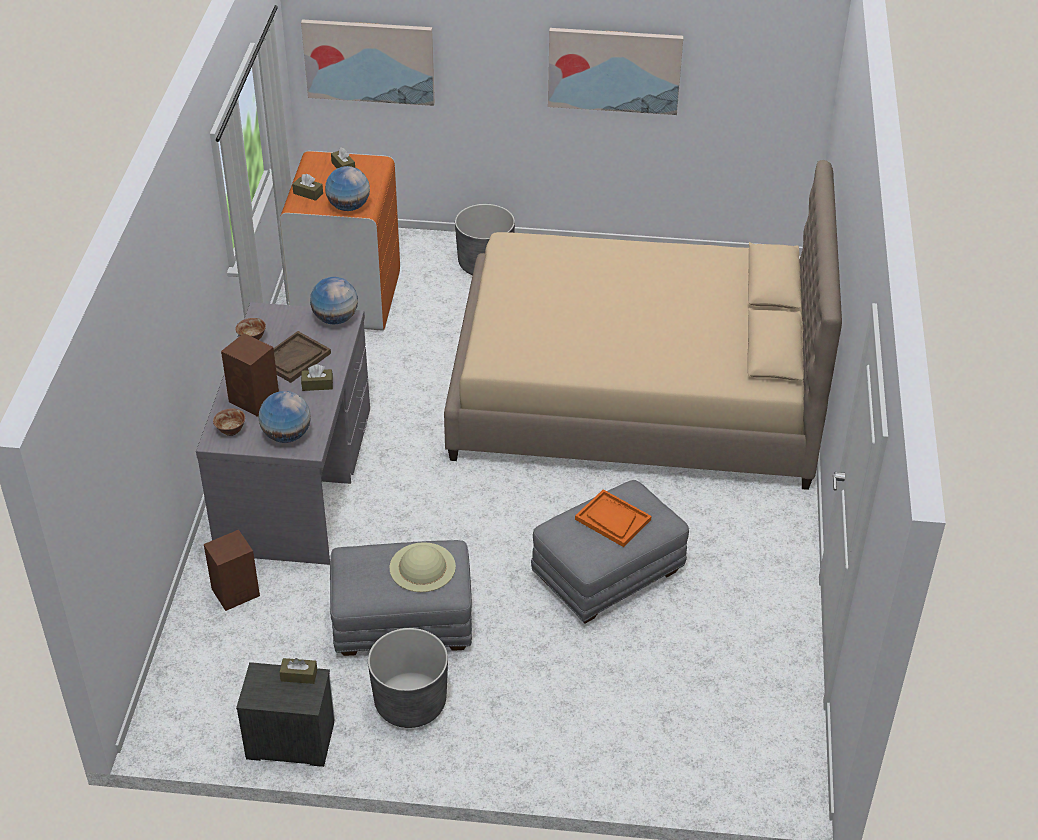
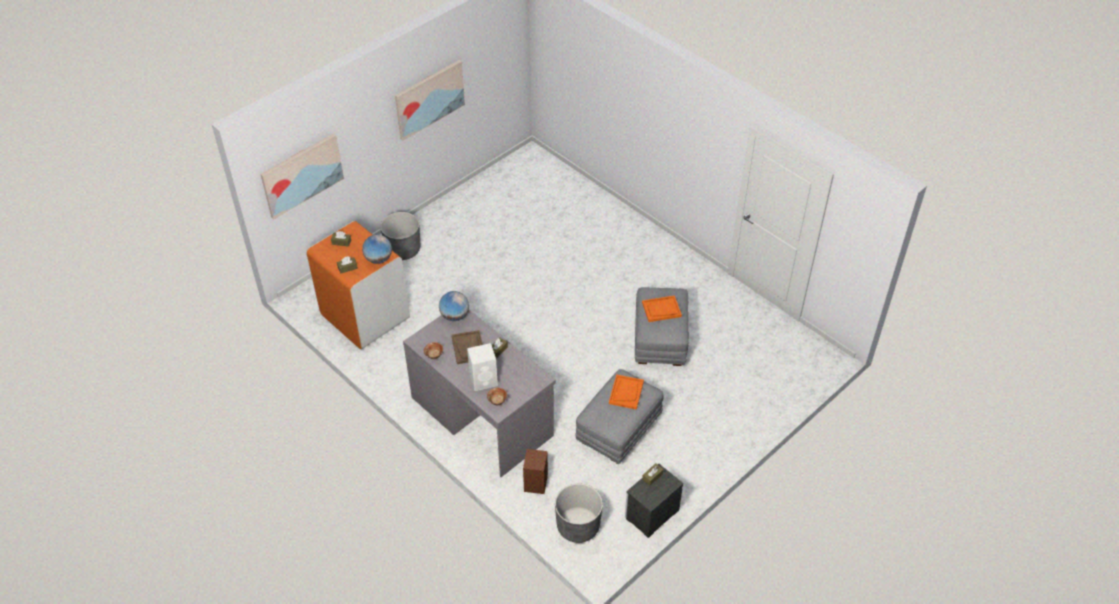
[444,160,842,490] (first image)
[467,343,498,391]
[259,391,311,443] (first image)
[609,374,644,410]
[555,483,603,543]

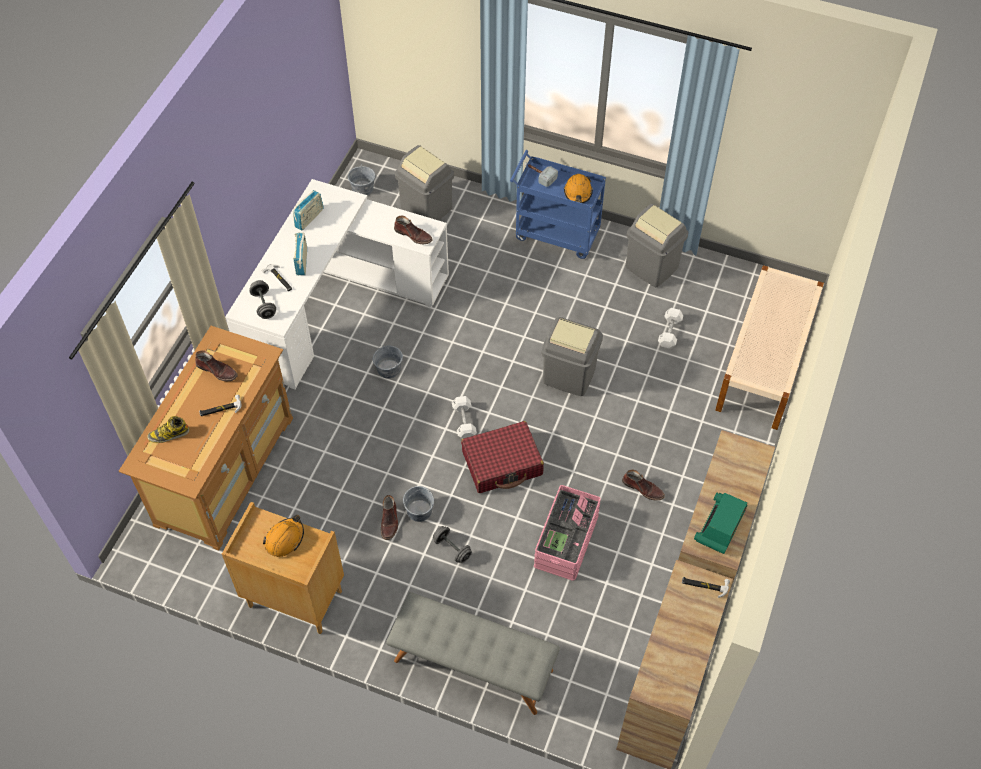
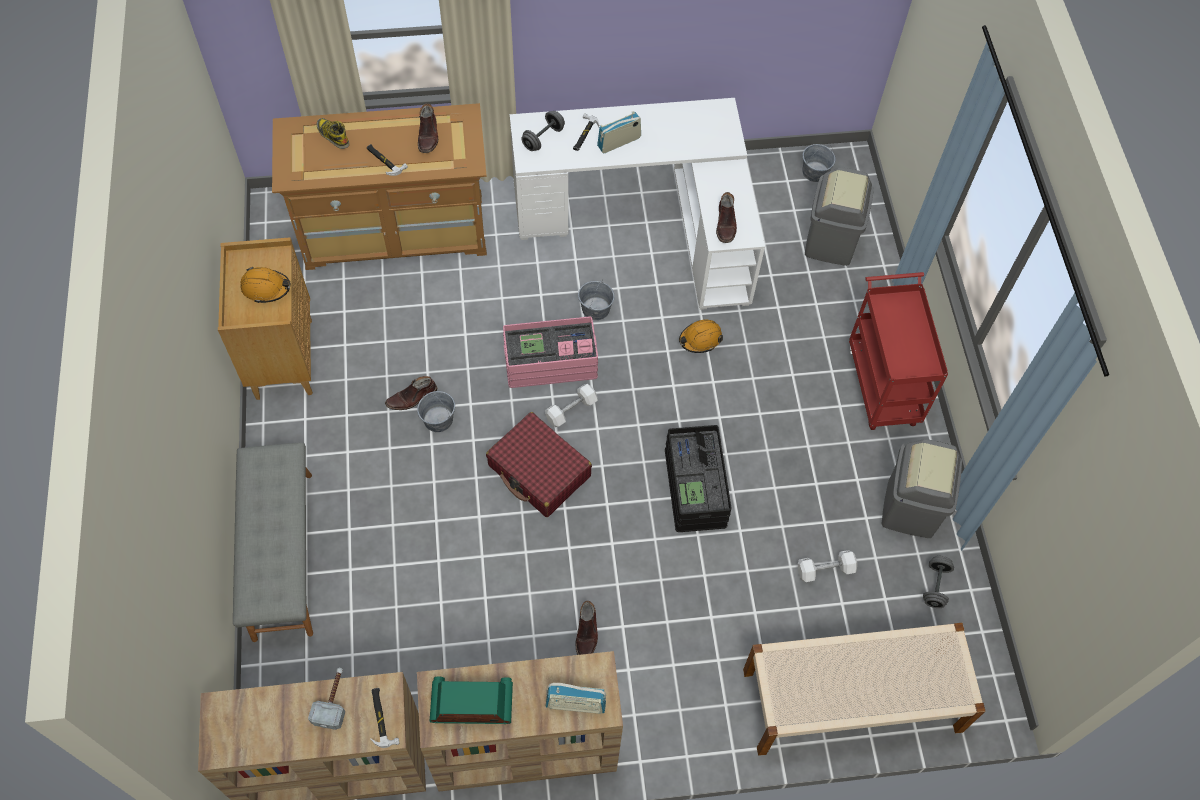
[849,272,948,430]
[308,668,345,730]
[679,320,723,353]
[546,683,606,714]
[665,425,732,532]
[503,316,598,388]
[923,556,954,608]

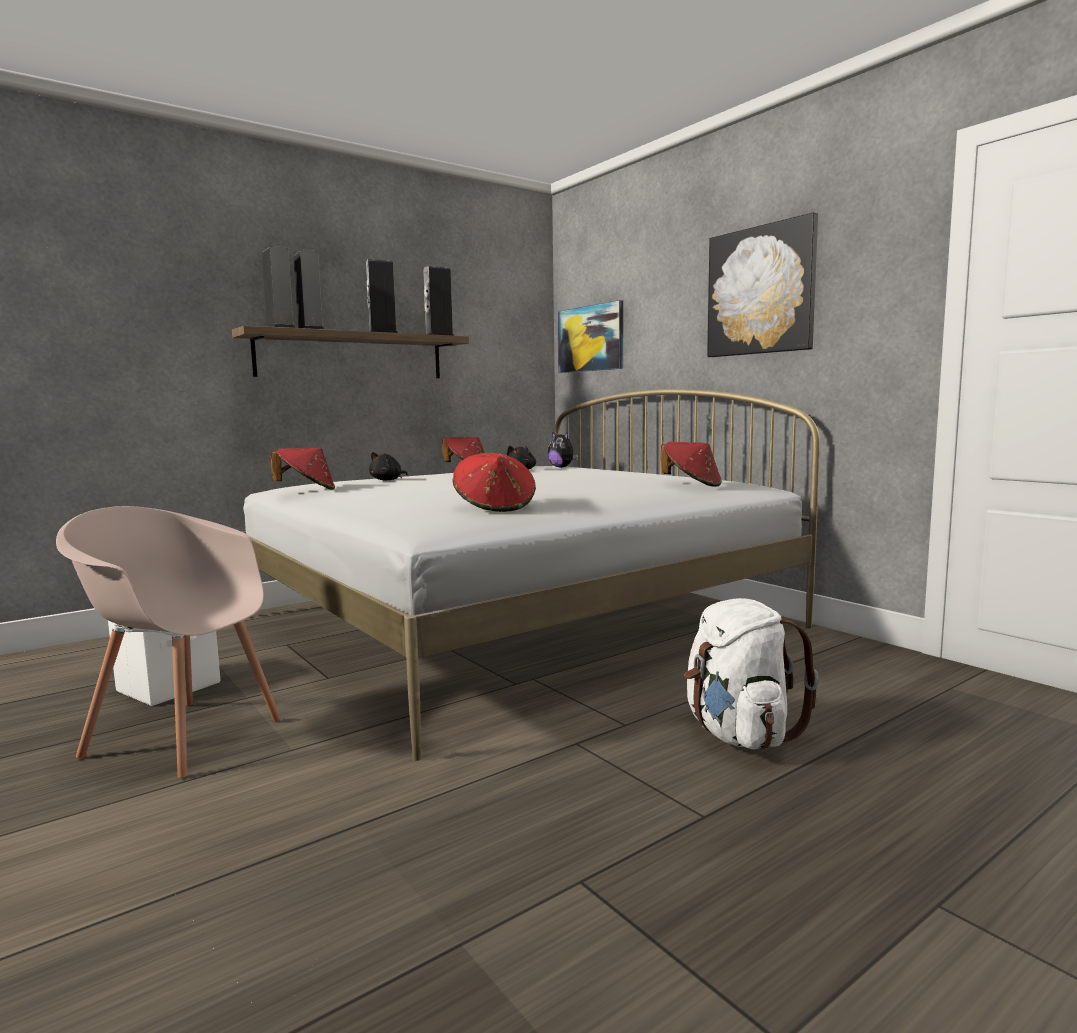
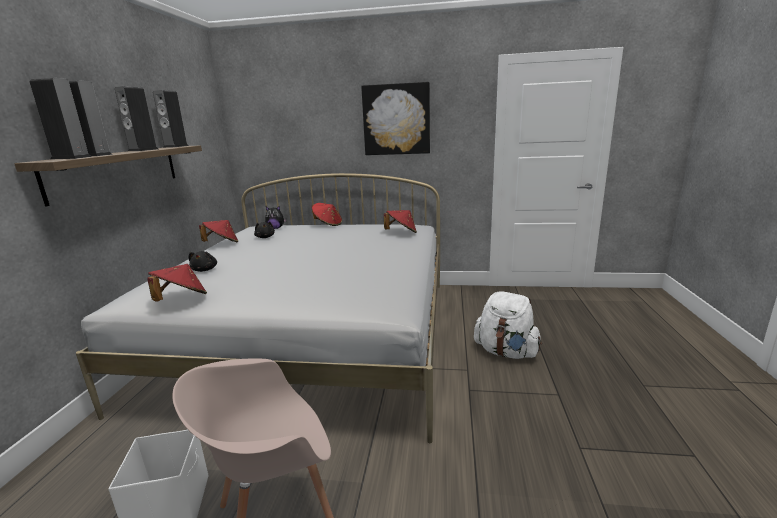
[558,300,623,373] (first image)
[312,203,342,226]

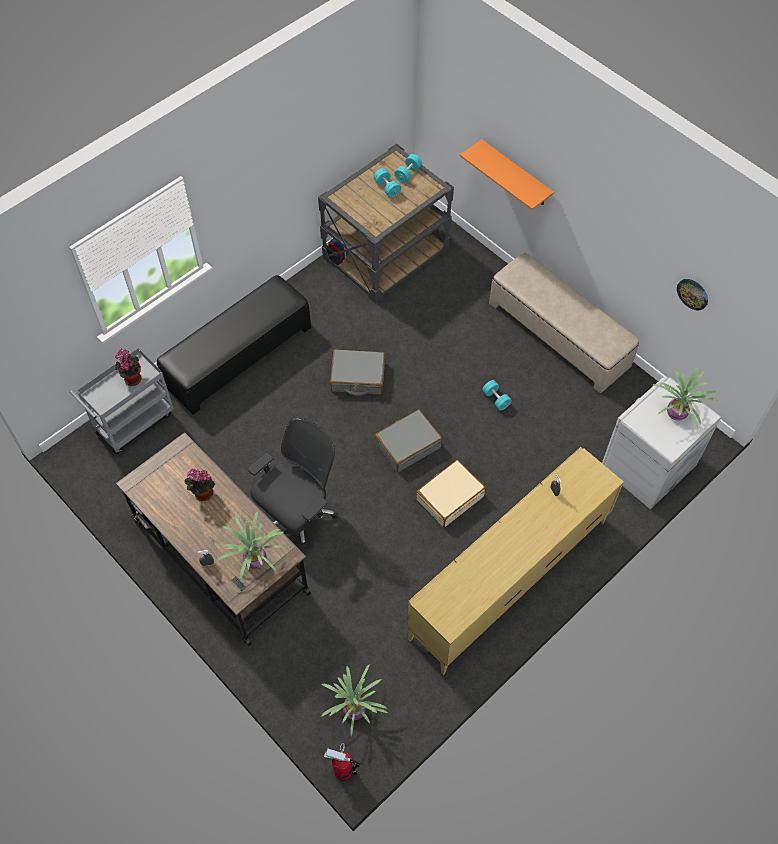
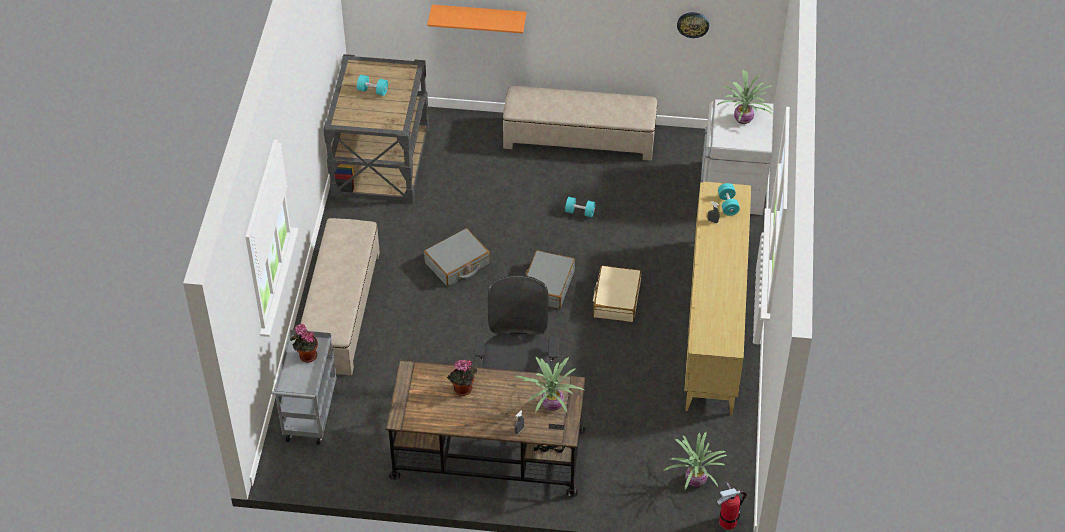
[718,183,740,216]
[301,218,380,375]

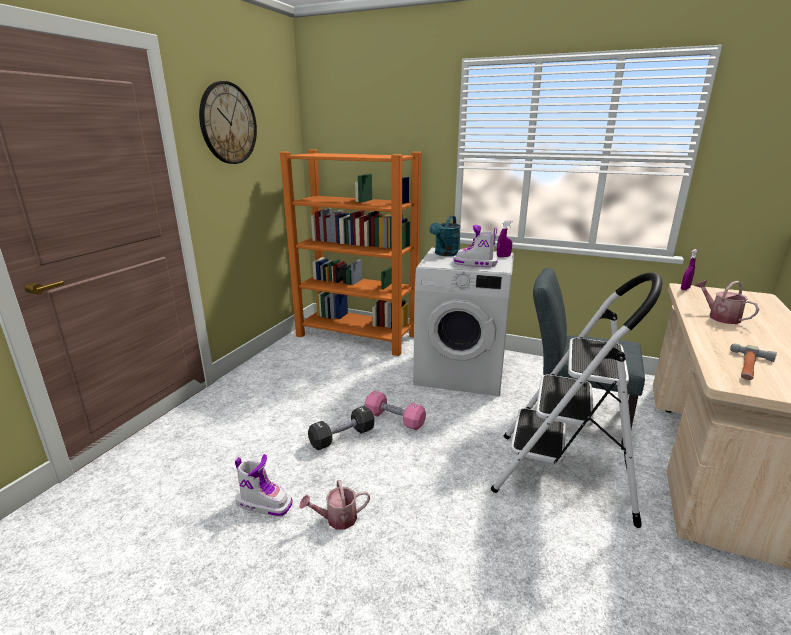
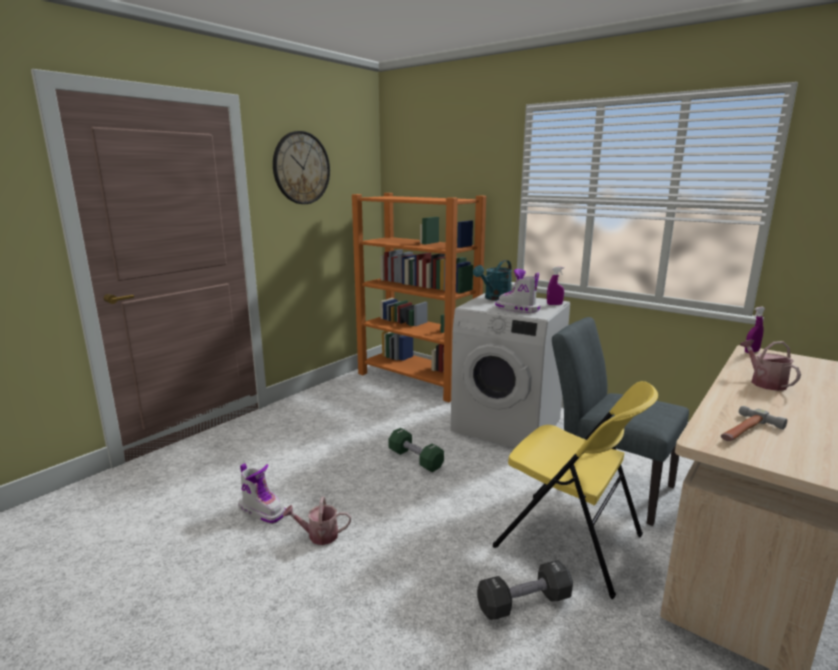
[493,381,658,599]
[388,428,444,472]
[477,560,573,620]

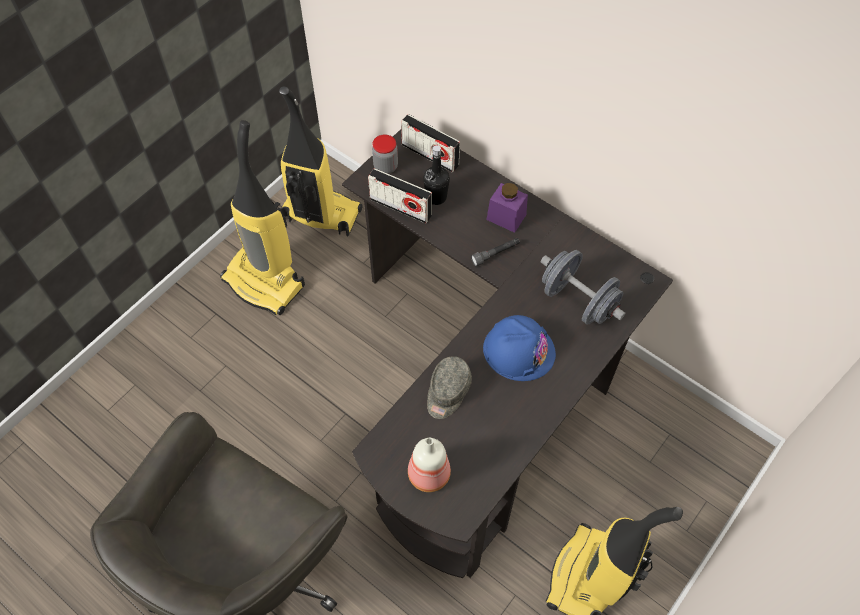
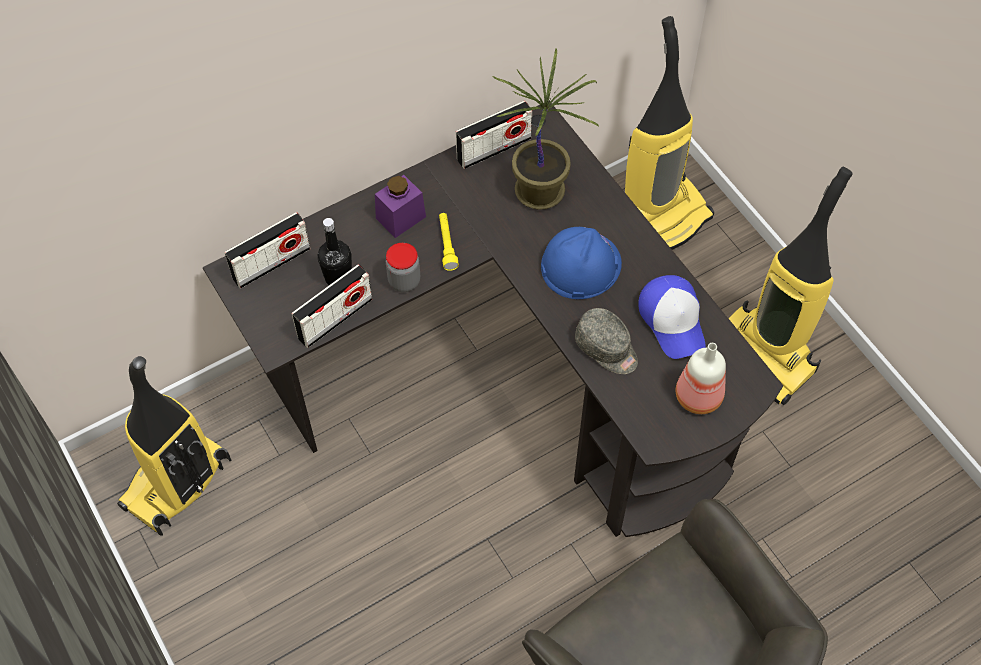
[625,16,714,250]
[386,243,420,292]
[439,213,459,271]
[493,49,600,210]
[456,101,532,169]
[638,275,706,359]

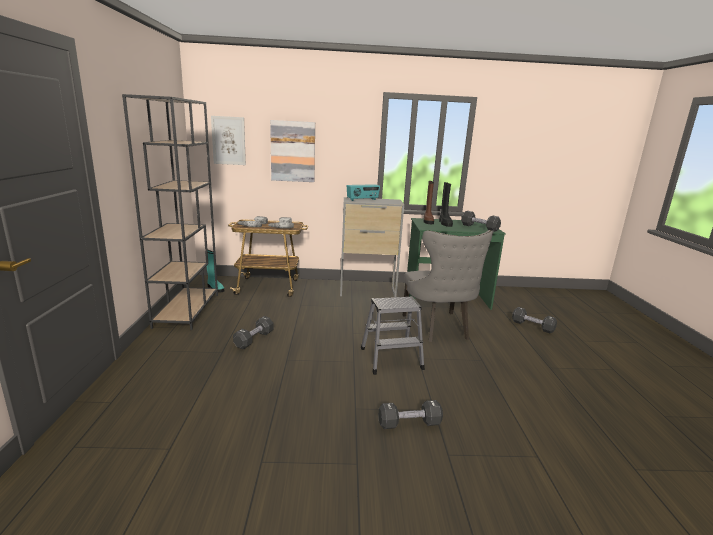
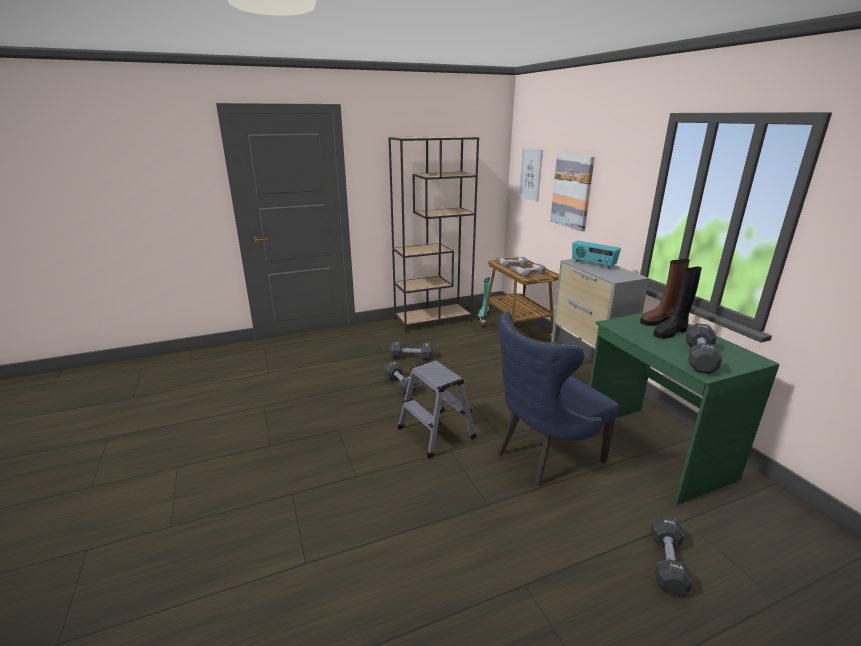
[498,311,619,487]
[384,361,419,395]

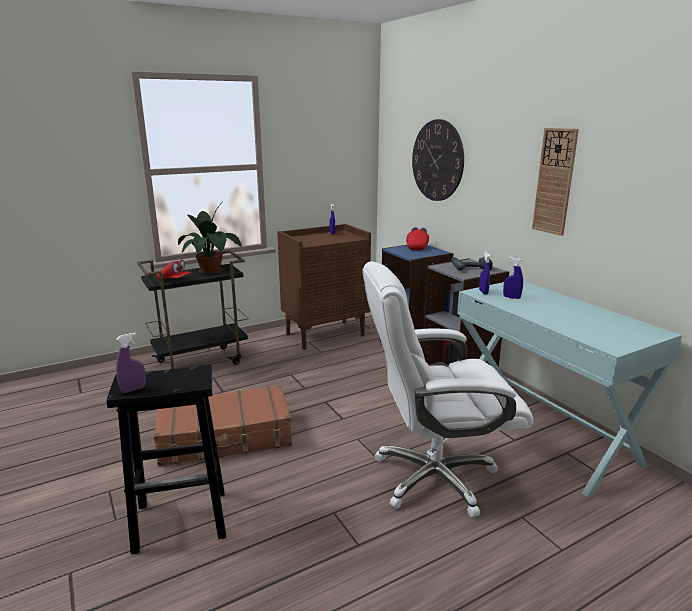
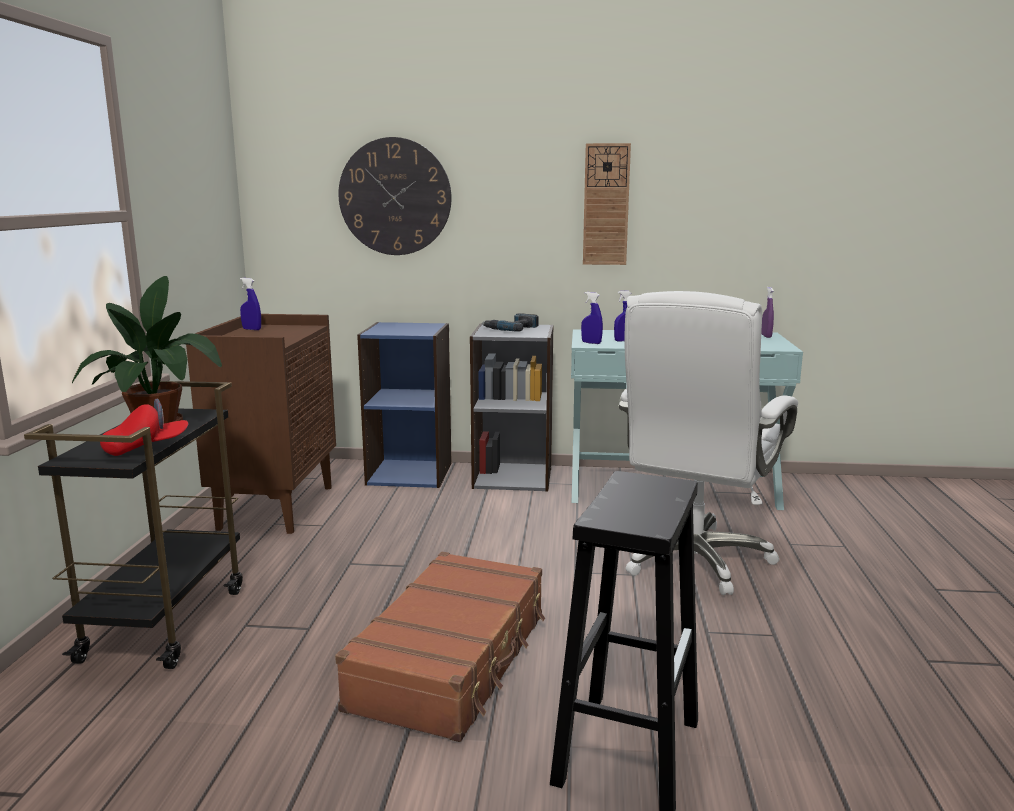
[406,227,429,251] (first image)
[761,287,774,338]

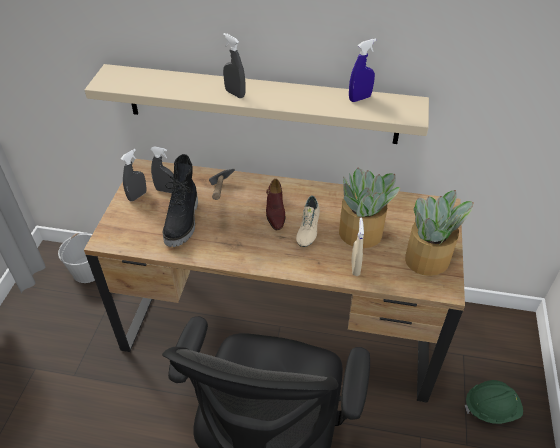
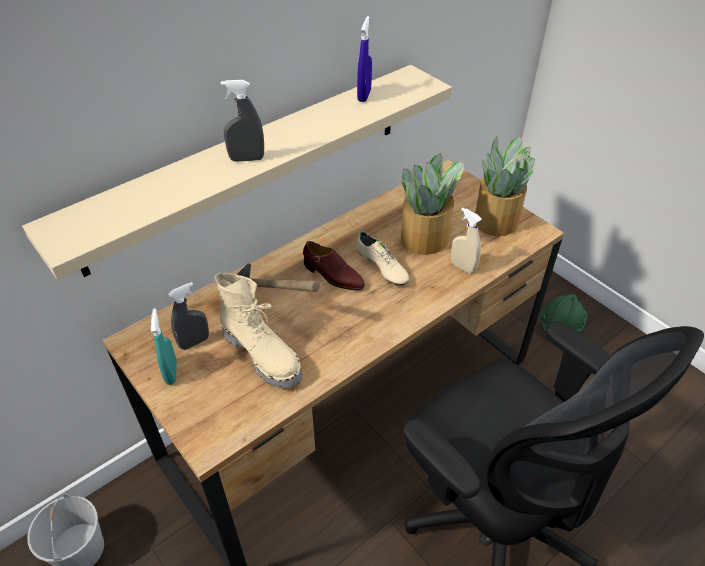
[151,308,177,385]
[214,273,302,388]

